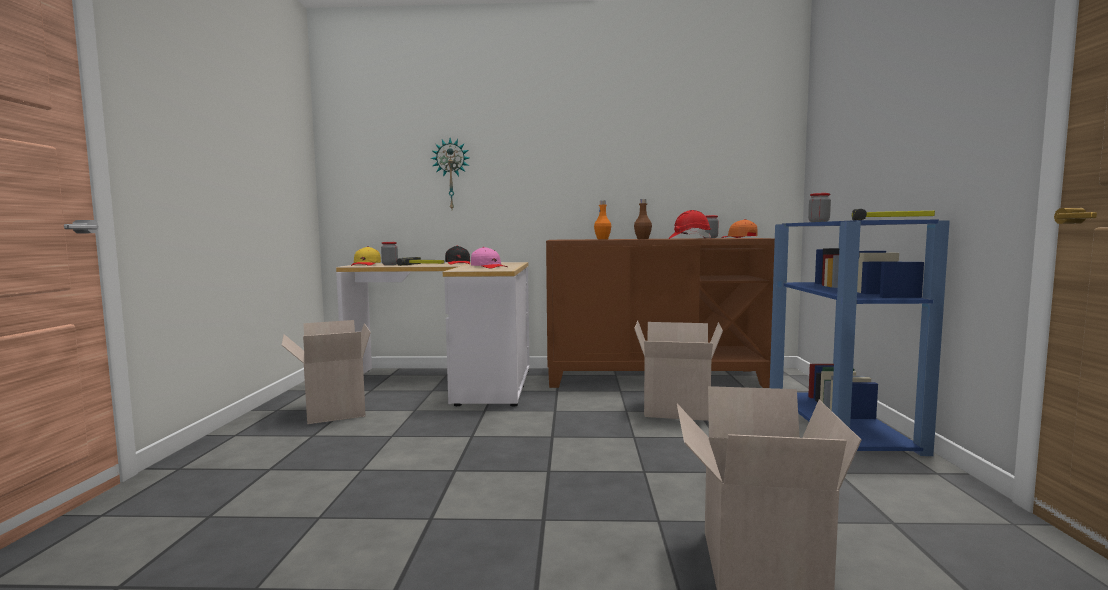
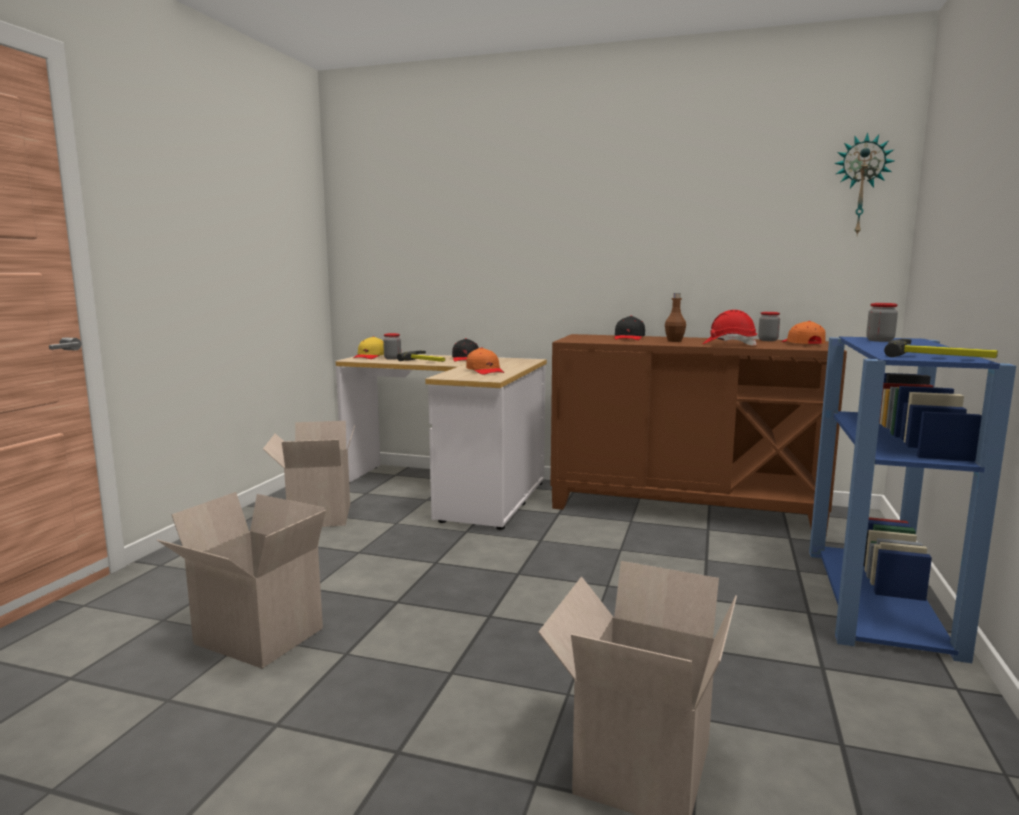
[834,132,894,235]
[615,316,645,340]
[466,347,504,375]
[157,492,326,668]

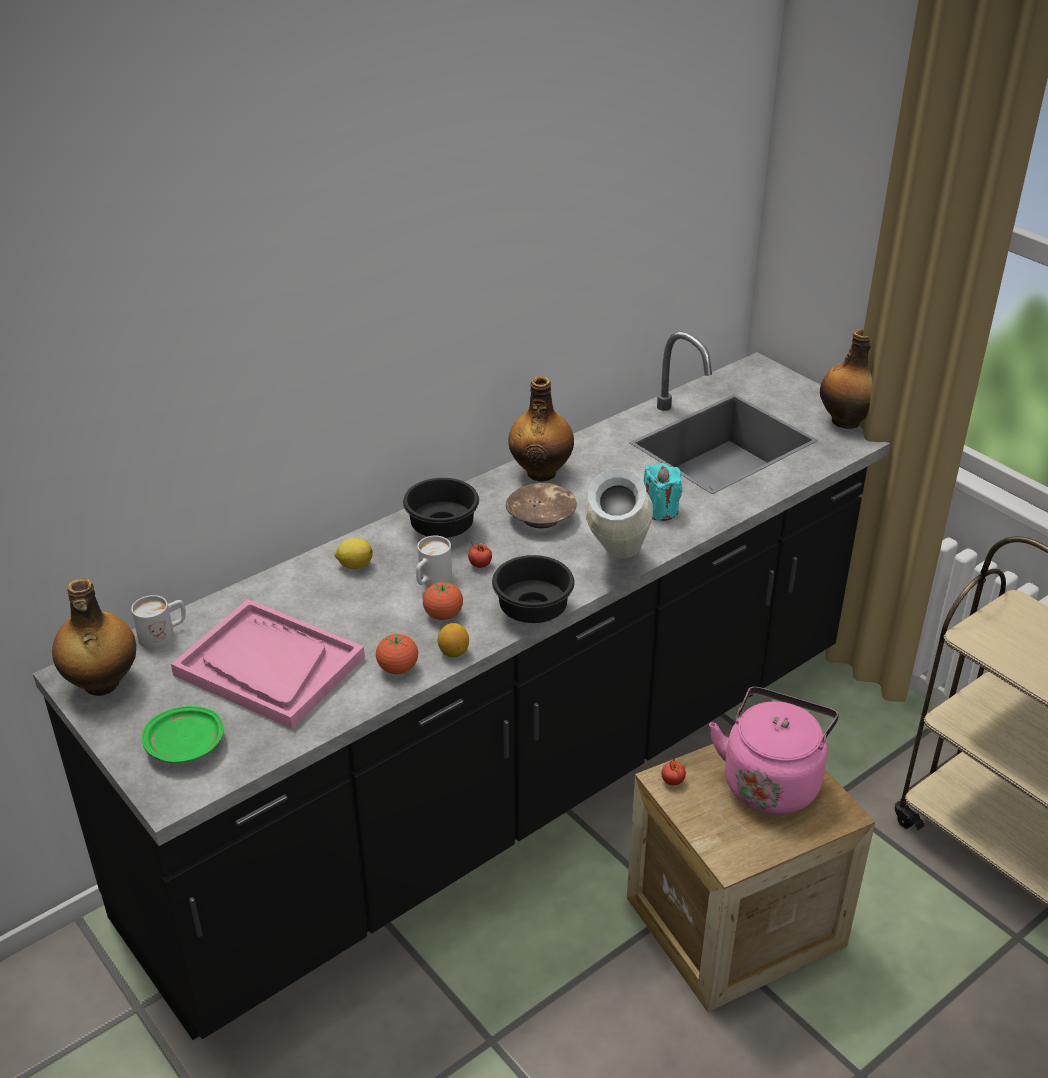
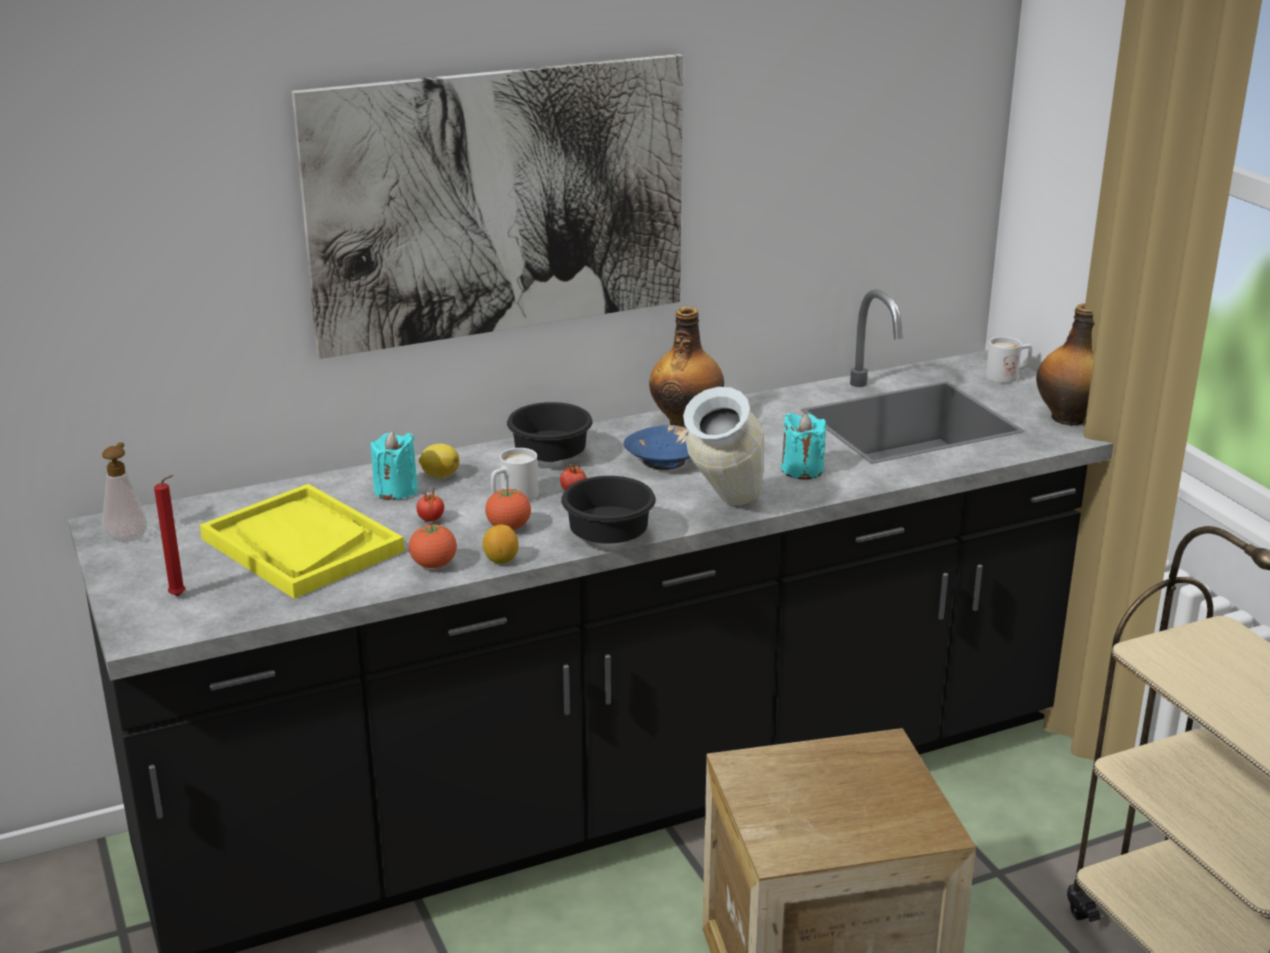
[624,425,690,470]
[102,442,147,542]
[986,337,1032,383]
[200,484,404,599]
[709,687,839,815] (first image)
[154,475,185,596]
[417,489,444,522]
[292,54,683,359]
[371,431,418,500]

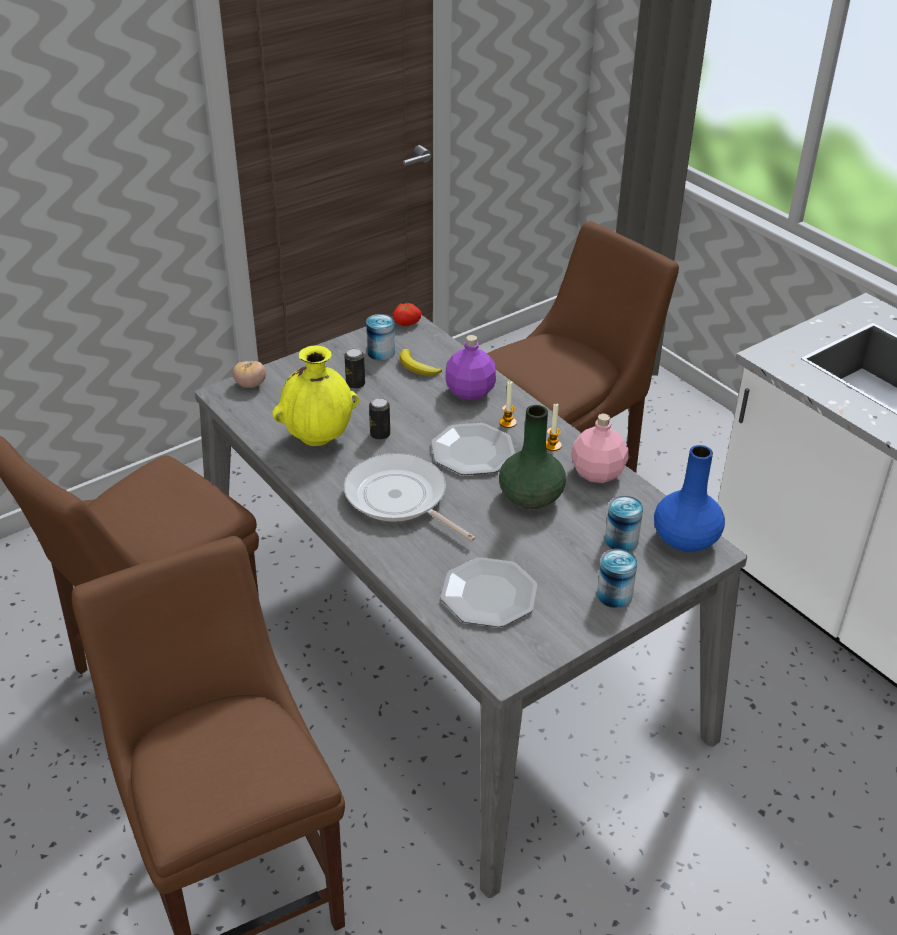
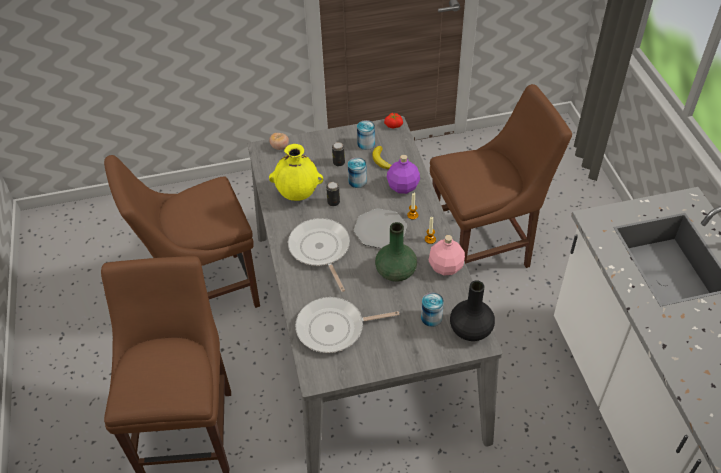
[450,280,495,341]
[348,157,367,188]
[295,297,400,353]

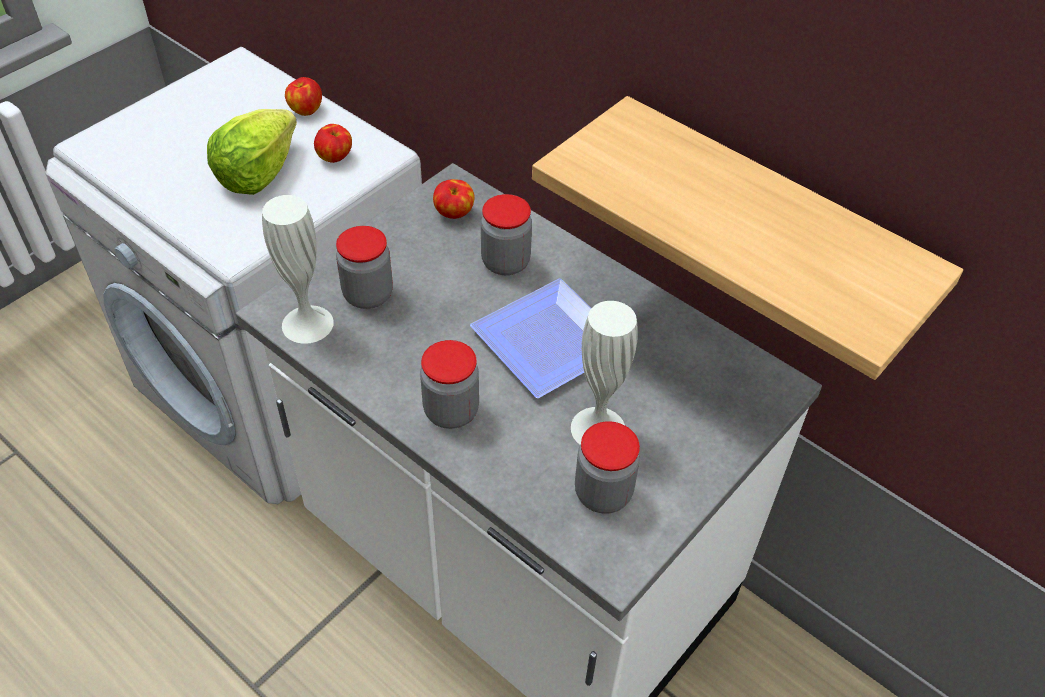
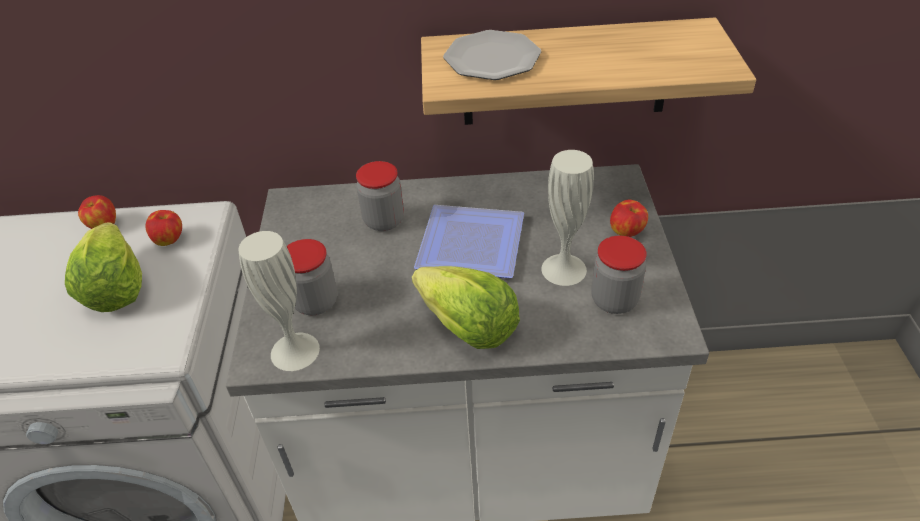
[610,199,648,237]
[412,266,520,349]
[443,30,541,80]

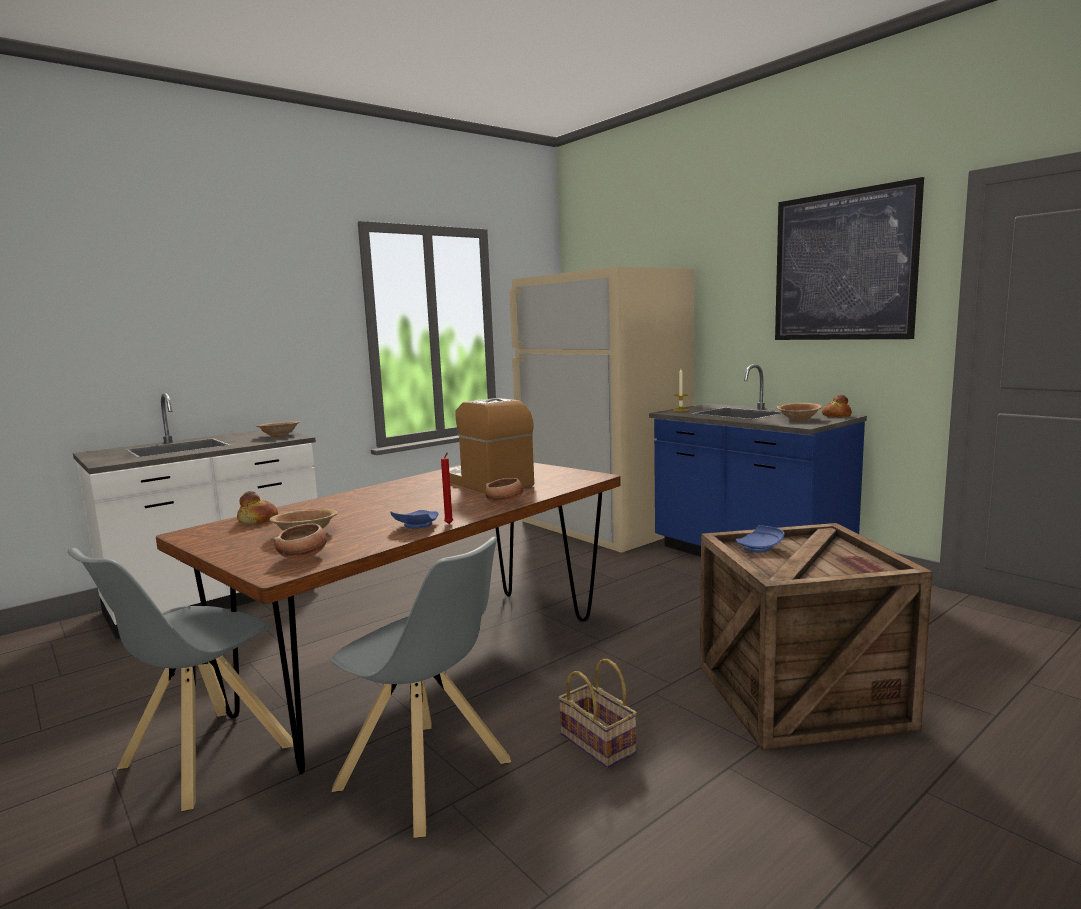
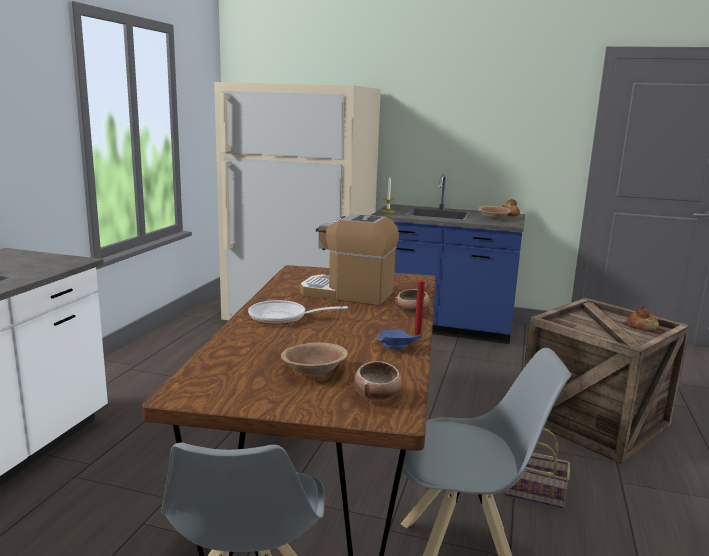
[775,177,924,340] (first image)
[257,421,300,437] (first image)
[627,306,659,330]
[736,525,784,553] (first image)
[248,300,348,325]

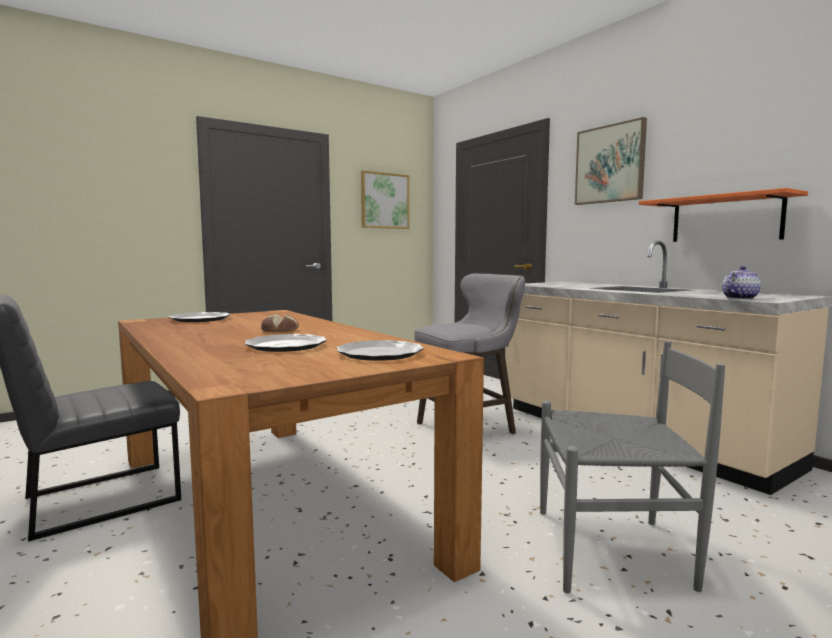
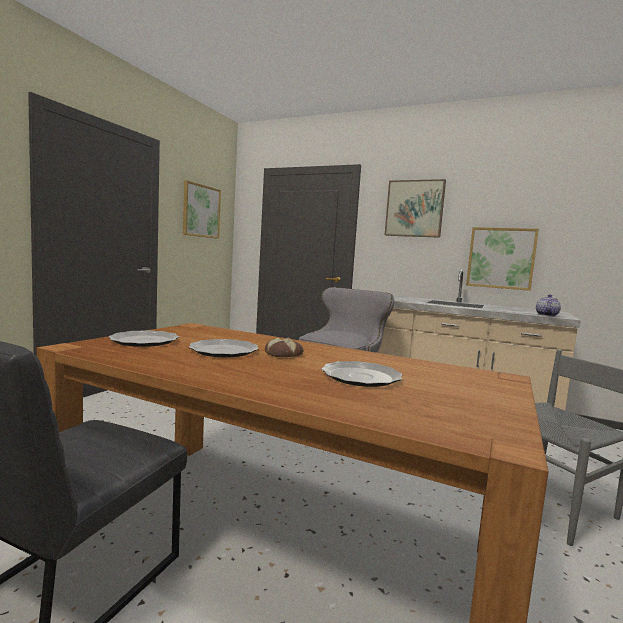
[466,227,539,291]
[189,339,259,357]

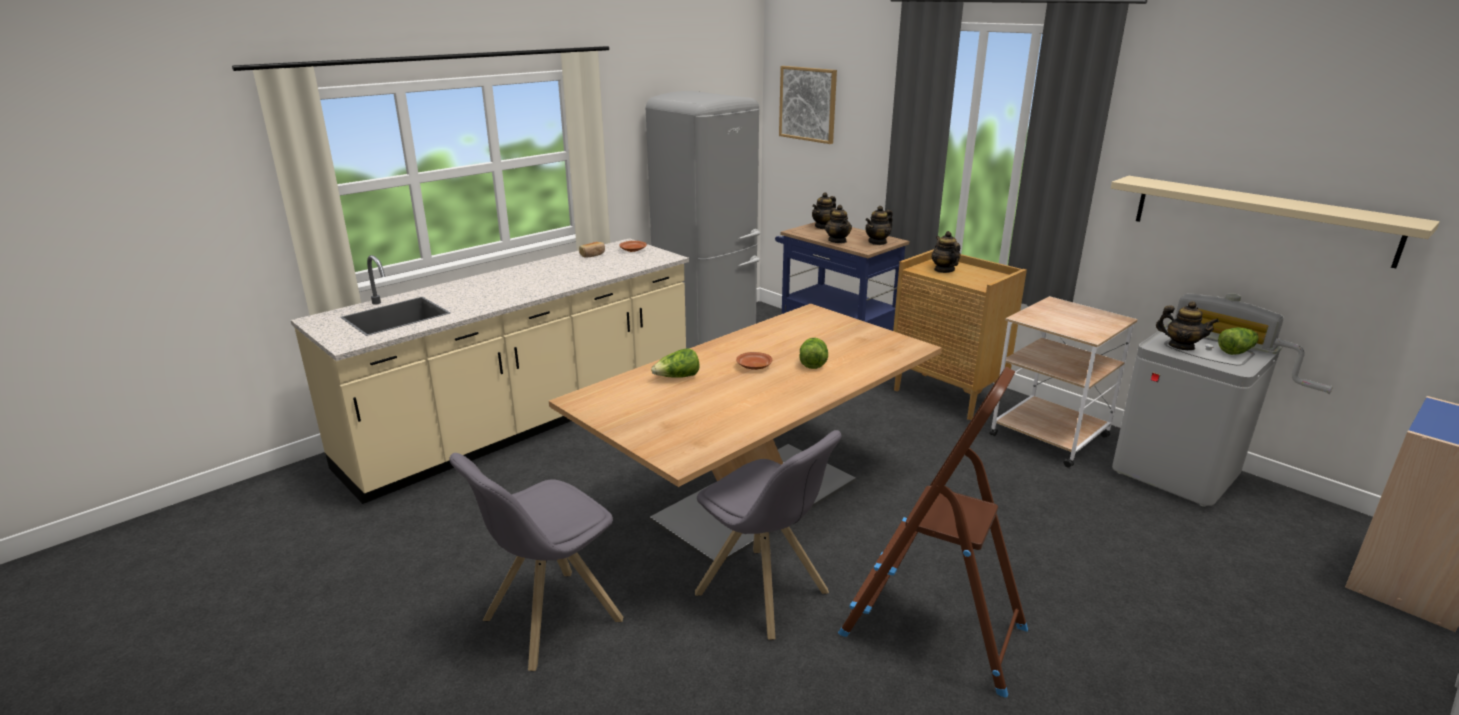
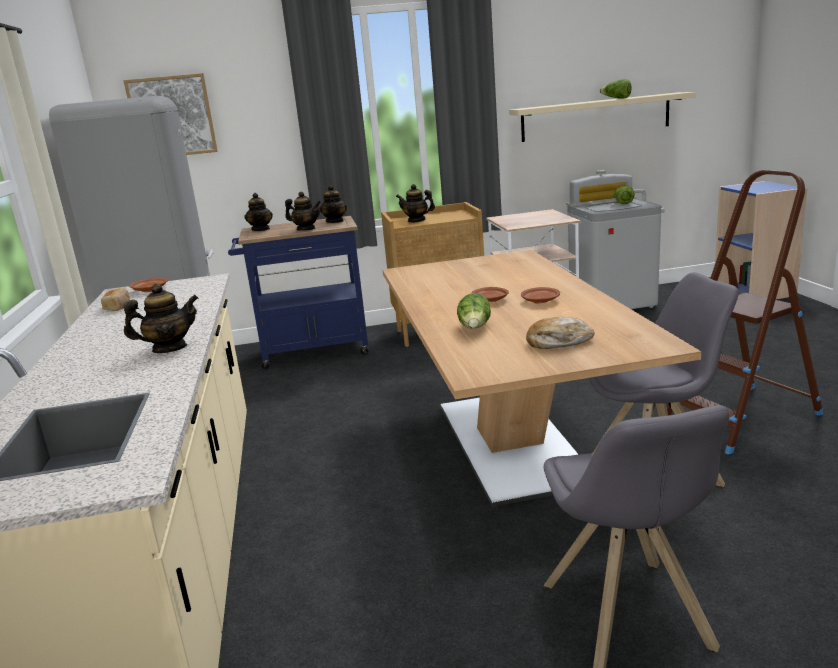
[124,283,199,353]
[600,79,631,99]
[521,287,560,303]
[526,317,595,349]

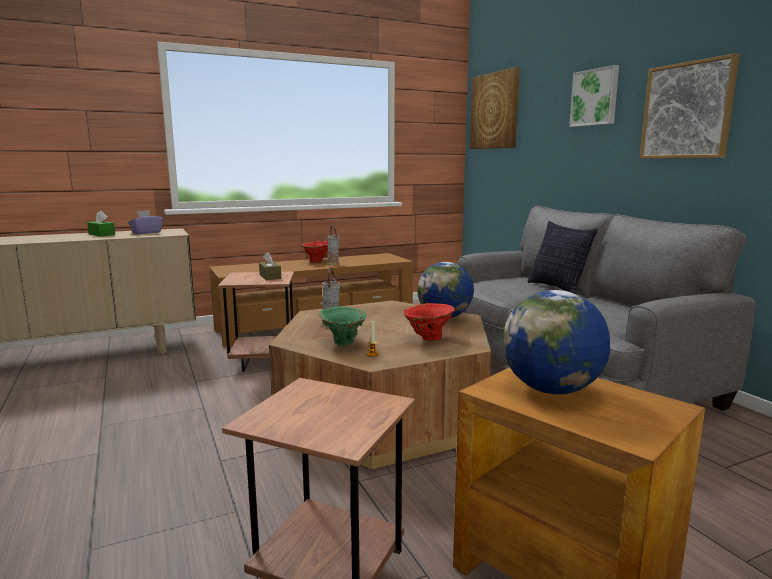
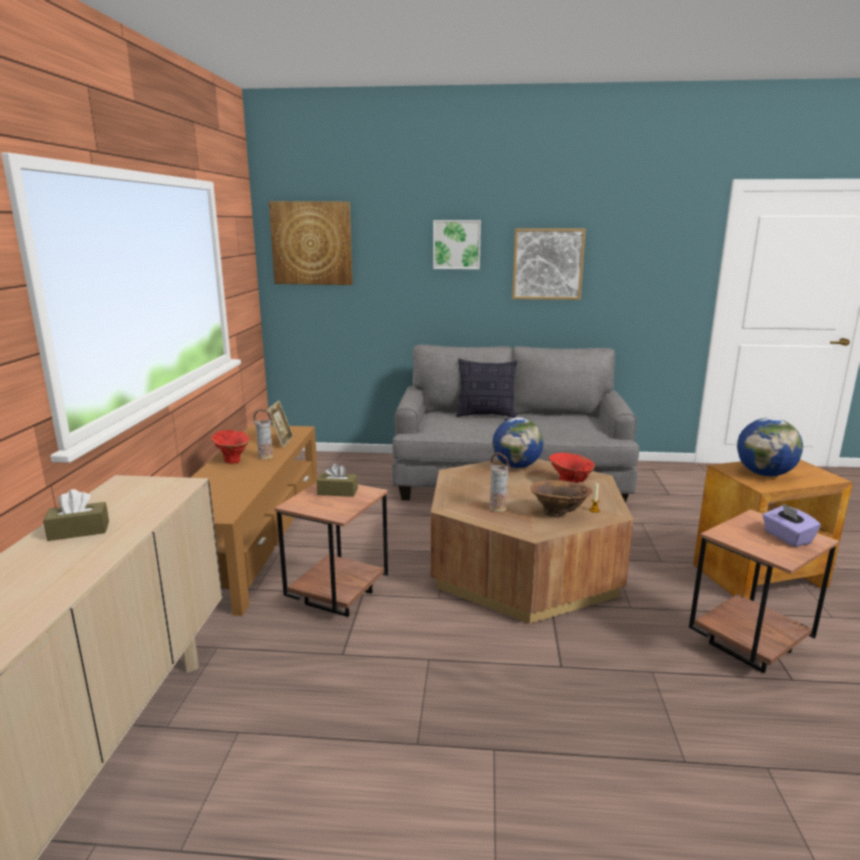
[763,503,821,547]
[43,489,109,541]
[530,480,593,517]
[267,401,294,448]

